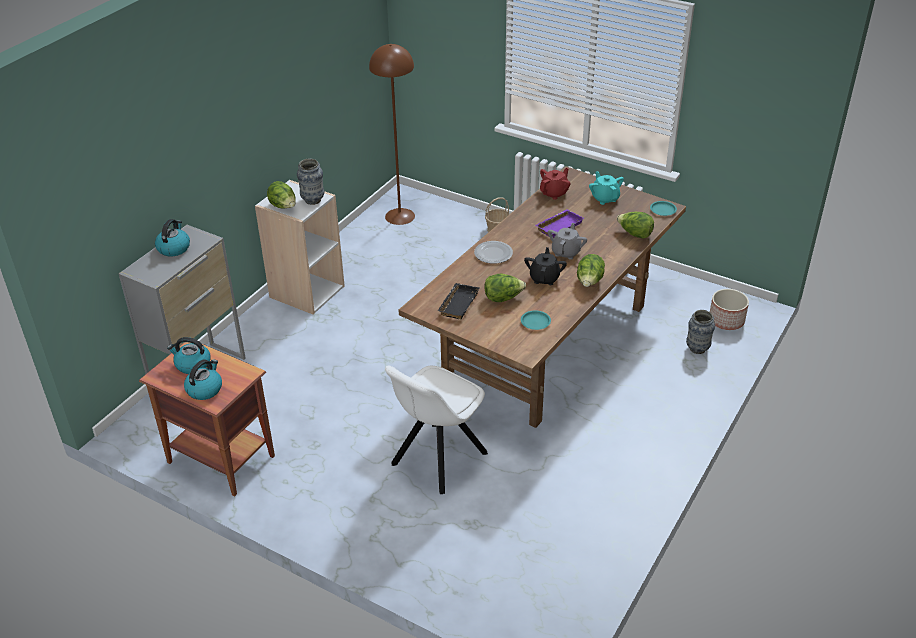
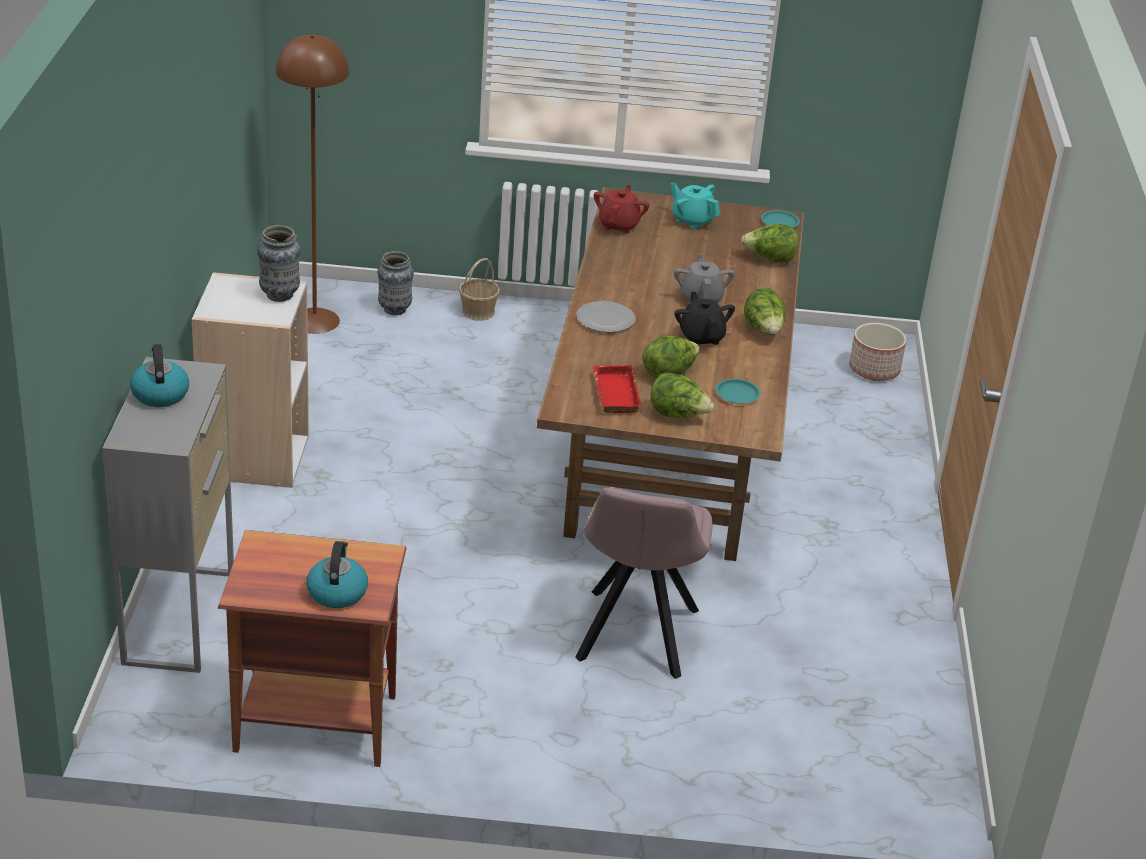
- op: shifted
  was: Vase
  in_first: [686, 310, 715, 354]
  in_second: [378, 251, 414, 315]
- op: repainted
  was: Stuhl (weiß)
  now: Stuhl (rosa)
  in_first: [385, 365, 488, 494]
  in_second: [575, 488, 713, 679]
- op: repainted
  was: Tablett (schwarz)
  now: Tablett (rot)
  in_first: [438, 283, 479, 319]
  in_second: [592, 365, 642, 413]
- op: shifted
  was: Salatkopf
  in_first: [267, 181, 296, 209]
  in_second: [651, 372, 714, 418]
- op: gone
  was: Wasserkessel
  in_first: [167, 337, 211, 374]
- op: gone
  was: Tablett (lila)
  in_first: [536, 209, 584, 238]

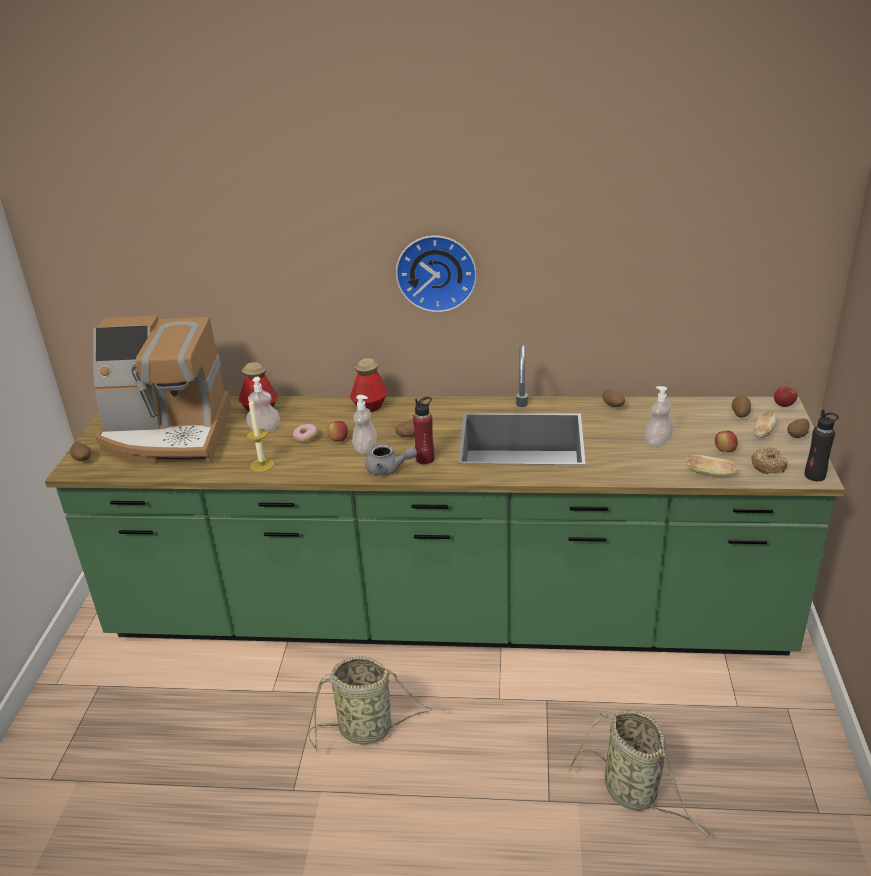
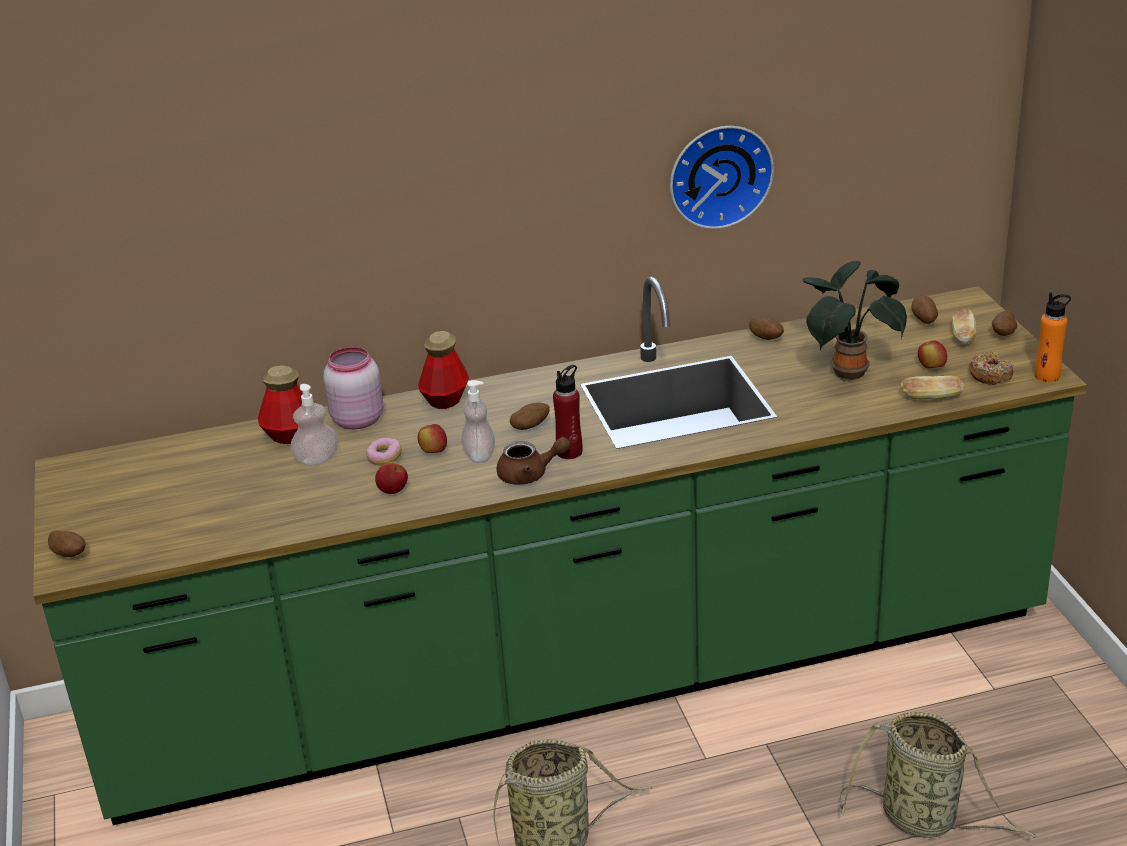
- op: new
  now: Vorratsglas (rosa)
  in_second: [323, 347, 383, 429]
- op: shifted
  was: Apfel
  in_first: [774, 386, 798, 407]
  in_second: [375, 462, 408, 494]
- op: repainted
  was: Teekanne (grau)
  now: Teekanne (braun)
  in_first: [365, 444, 417, 475]
  in_second: [496, 437, 571, 485]
- op: shifted
  was: Wanduhr
  in_first: [396, 236, 477, 312]
  in_second: [670, 126, 774, 229]
- op: swapped
  was: Seifenspender
  now: Topfpflanze
  in_first: [645, 386, 673, 446]
  in_second: [802, 261, 907, 382]
- op: repainted
  was: Flasche (schwarz)
  now: Flasche (orange)
  in_first: [804, 409, 839, 481]
  in_second: [1035, 292, 1071, 382]
- op: gone
  was: Kaffeemaschine
  in_first: [93, 316, 232, 464]
- op: gone
  was: Kerze
  in_first: [246, 398, 274, 472]

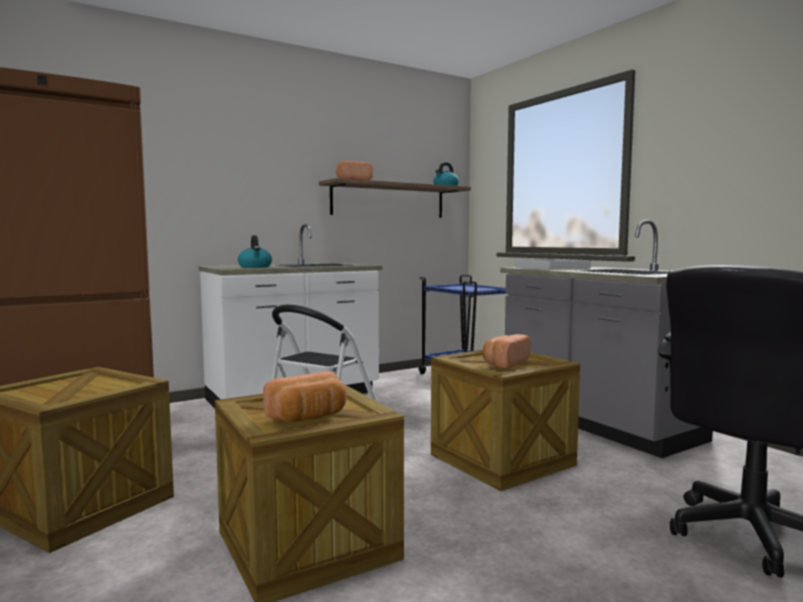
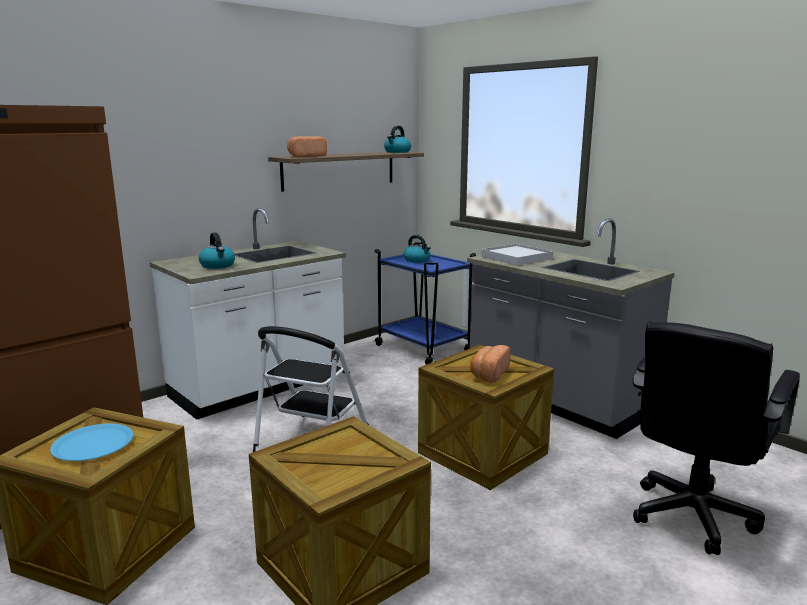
- op: new
  now: Teller (blau)
  in_second: [50, 423, 133, 461]
- op: new
  now: Wasserkessel
  in_second: [403, 235, 431, 263]
- op: gone
  was: Brot
  in_first: [263, 371, 347, 422]

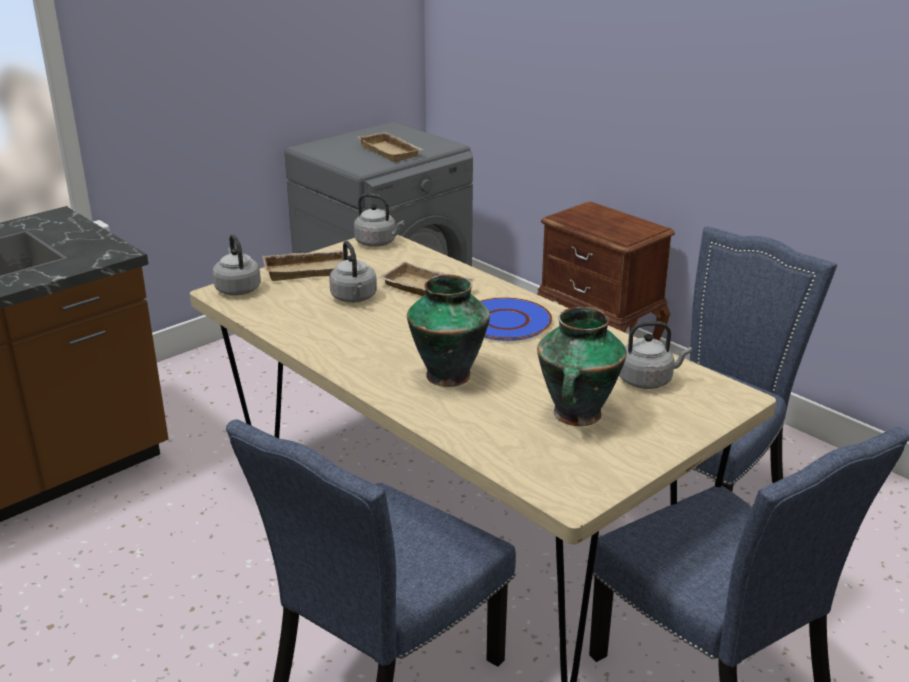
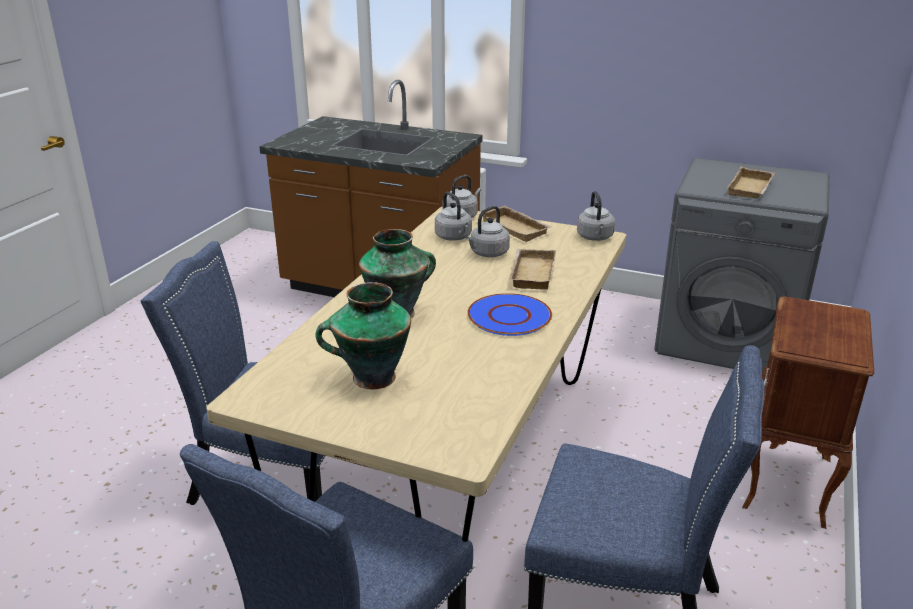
- op: shifted
  was: Wasserkessel (grau)
  in_first: [619, 321, 692, 389]
  in_second: [435, 192, 472, 241]

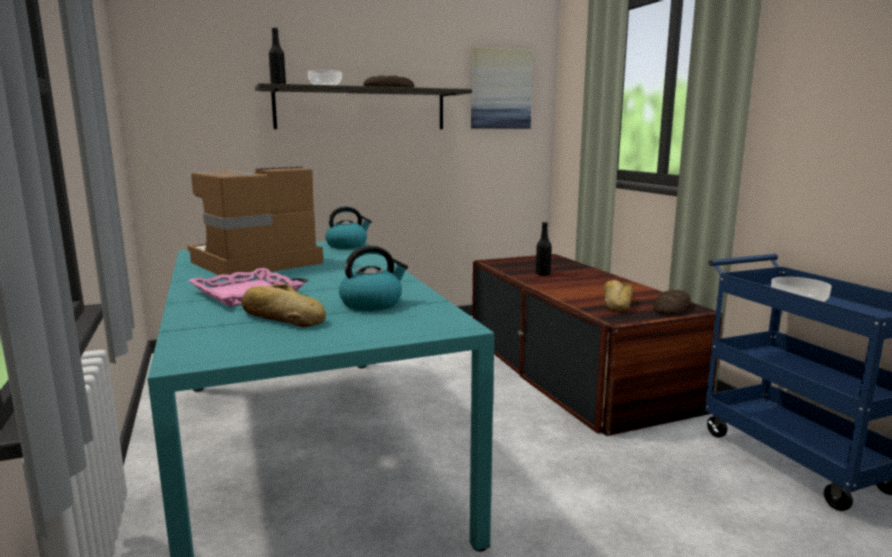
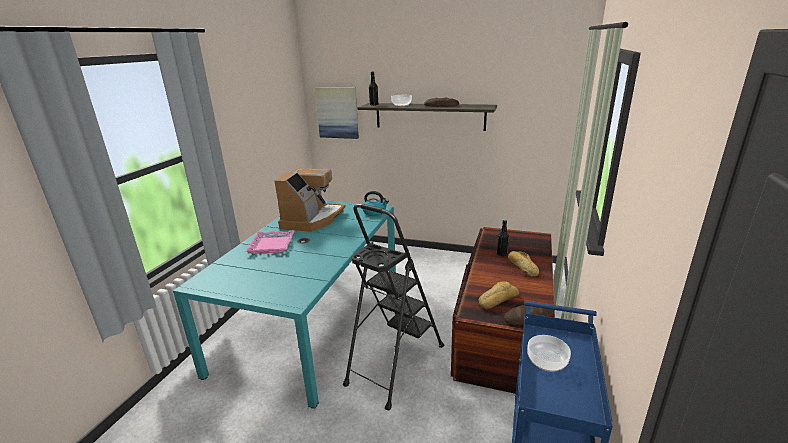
- op: rotated
  was: Kaffeemaschine
  in_first: [188, 167, 323, 275]
  in_second: [274, 168, 346, 232]
  clockwise: 105
- op: shifted
  was: Bild
  in_first: [471, 47, 533, 129]
  in_second: [315, 87, 359, 139]
- op: new
  now: Trittleiter
  in_second: [343, 204, 445, 410]
- op: shifted
  was: Brot
  in_first: [242, 284, 326, 327]
  in_second: [508, 251, 539, 277]
- op: gone
  was: Wasserkessel
  in_first: [339, 245, 408, 311]

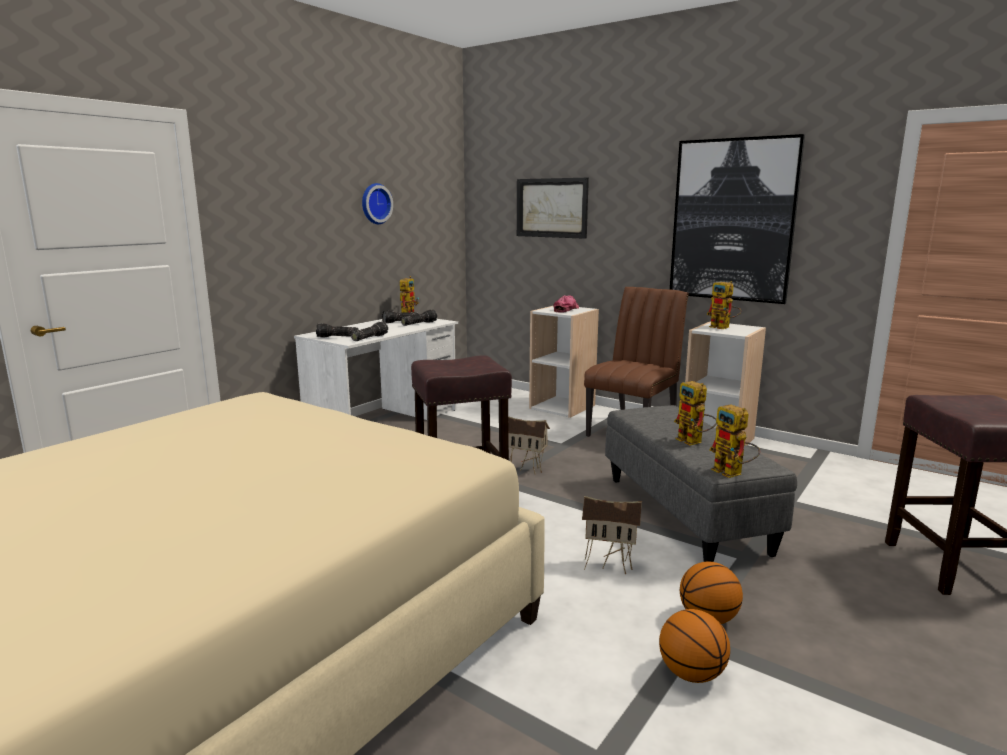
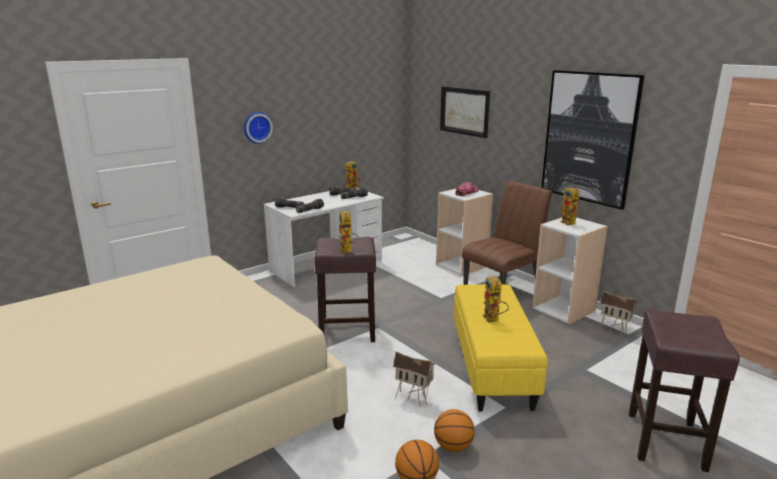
- op: shifted
  was: Wanduhr
  in_first: [362, 183, 393, 224]
  in_second: [244, 112, 273, 144]
- op: shifted
  was: Spielzeugroboter
  in_first: [709, 404, 760, 478]
  in_second: [338, 211, 359, 253]
- op: repainted
  was: Polsterhocker (grau)
  now: Polsterhocker (gelb)
  in_first: [605, 405, 797, 562]
  in_second: [454, 284, 548, 411]
- op: shifted
  was: Spielzeughaus
  in_first: [508, 416, 550, 475]
  in_second: [598, 291, 637, 337]

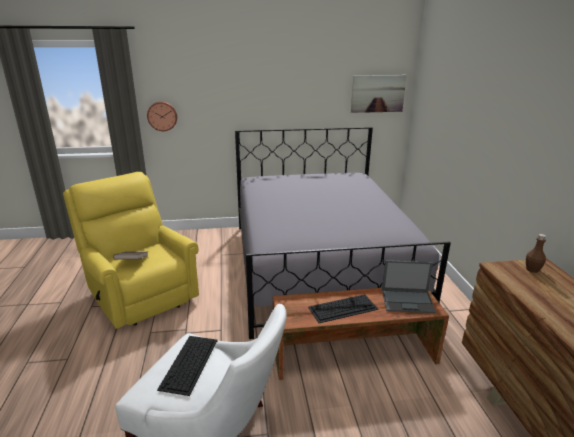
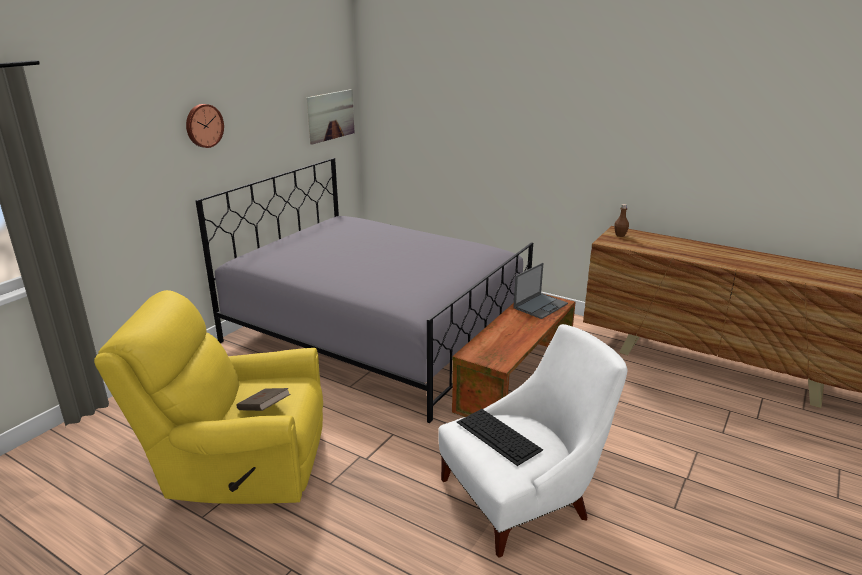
- op: shifted
  was: Wanduhr
  in_first: [147, 102, 177, 131]
  in_second: [186, 104, 224, 148]
- op: gone
  was: Tastatur
  in_first: [308, 294, 378, 323]

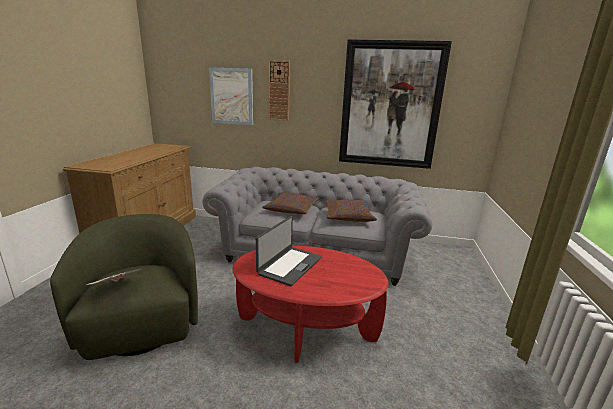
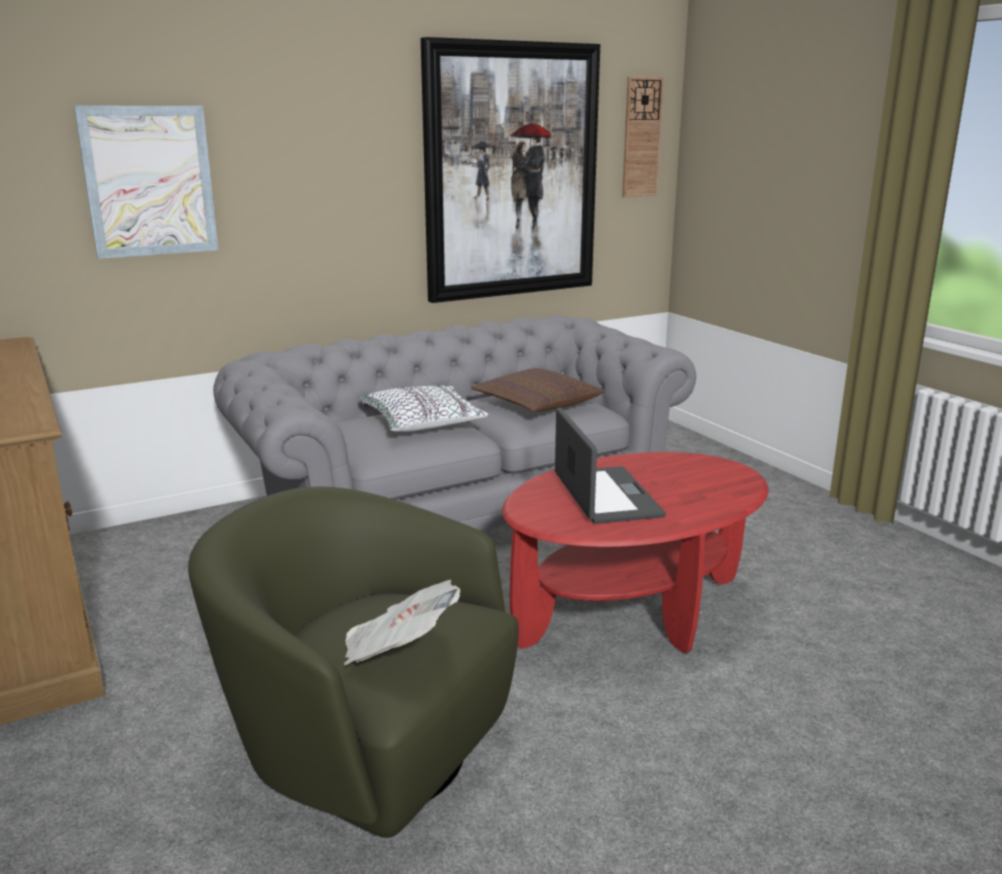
- op: repainted
  was: Kissen (braun)
  now: Kissen (weiß)
  in_first: [262, 192, 319, 214]
  in_second: [360, 386, 488, 432]
- op: shifted
  was: Wanduhr
  in_first: [268, 60, 290, 121]
  in_second: [622, 77, 664, 197]

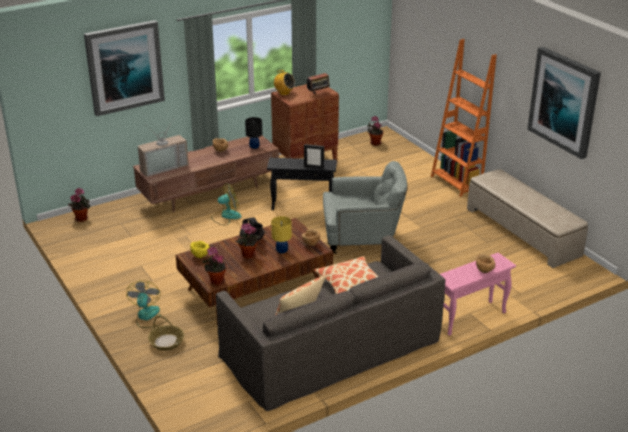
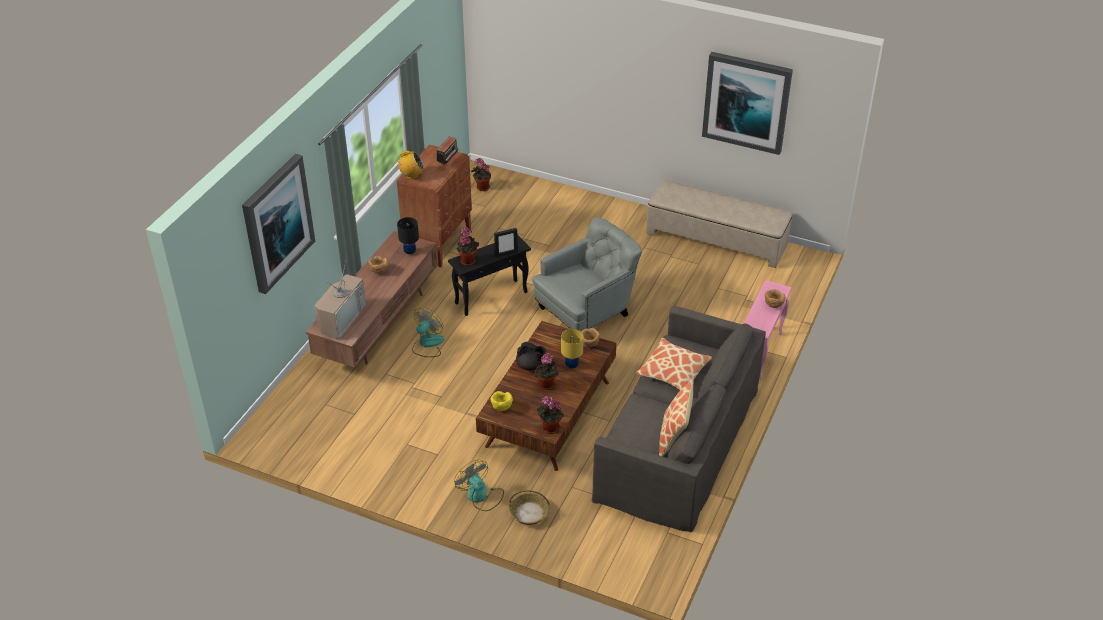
- op: shifted
  was: Topfpflanze
  in_first: [68, 188, 90, 222]
  in_second: [457, 227, 479, 266]
- op: gone
  was: Bücherregal (orange)
  in_first: [431, 39, 497, 197]

